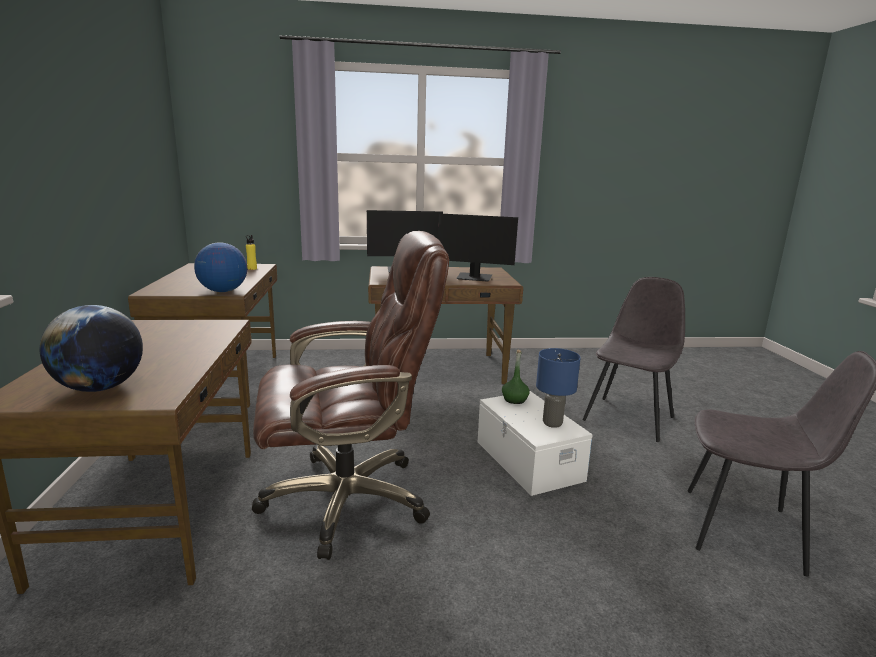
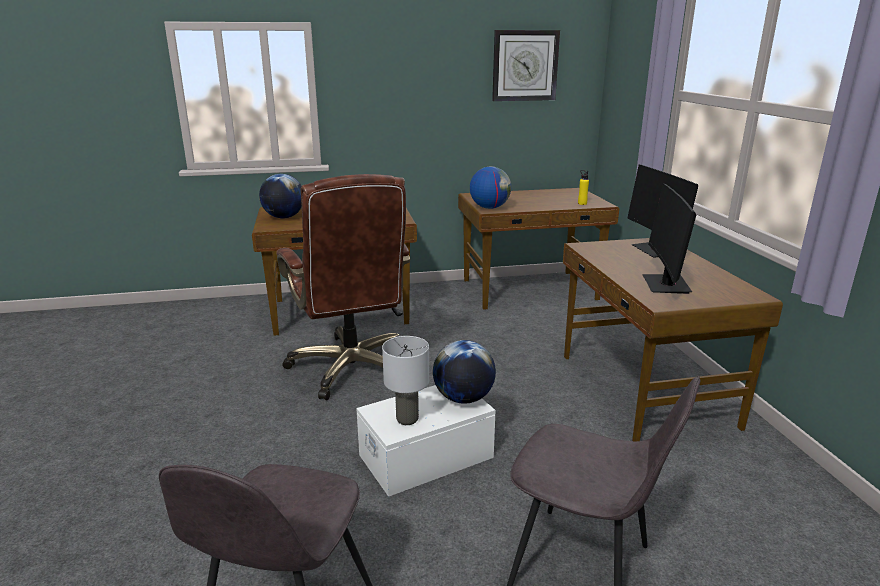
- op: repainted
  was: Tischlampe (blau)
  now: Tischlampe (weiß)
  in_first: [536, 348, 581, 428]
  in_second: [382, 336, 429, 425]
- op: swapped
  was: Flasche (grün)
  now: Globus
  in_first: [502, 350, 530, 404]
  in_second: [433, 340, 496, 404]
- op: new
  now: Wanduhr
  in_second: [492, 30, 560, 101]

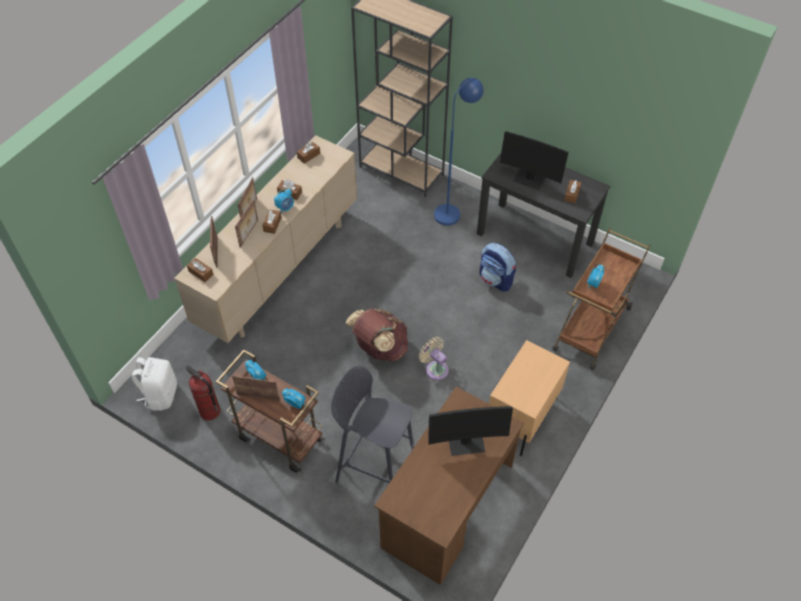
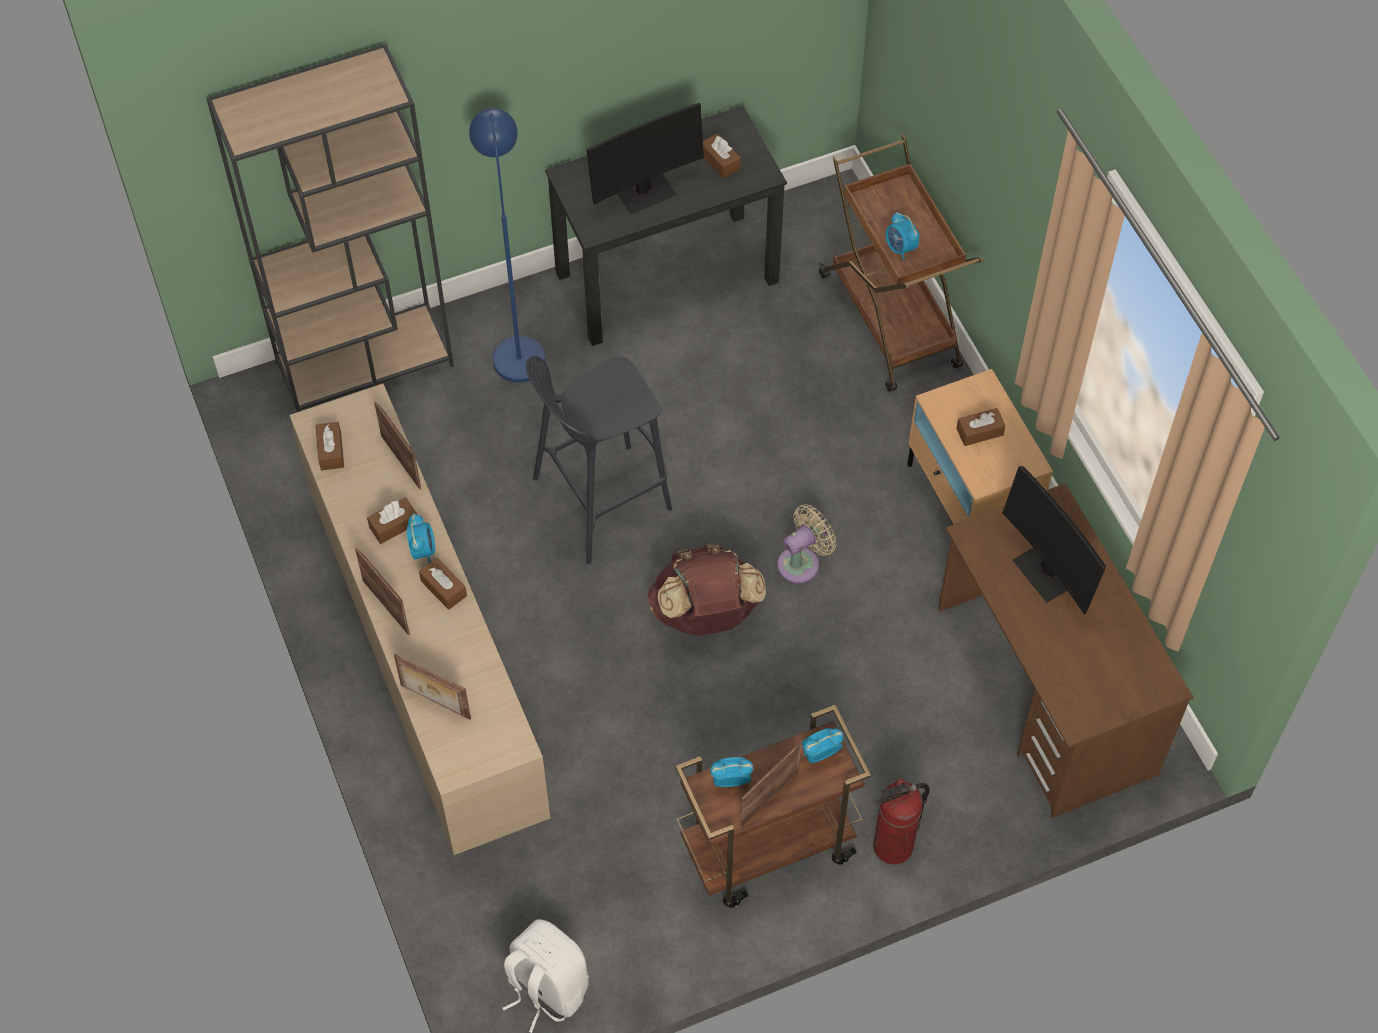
- op: shifted
  was: Bilderrahmen
  in_first: [235, 199, 258, 248]
  in_second: [374, 401, 421, 489]
- op: shifted
  was: Hocker (grau)
  in_first: [331, 366, 414, 483]
  in_second: [526, 356, 672, 564]
- op: rotated
  was: Ventilator (beige)
  in_first: [419, 337, 449, 380]
  in_second: [777, 504, 836, 583]
  clockwise: 150
- op: shifted
  was: Feuerlöscher
  in_first: [185, 365, 220, 420]
  in_second: [873, 779, 930, 864]
- op: shifted
  was: Taschentuchbox (braun)
  in_first: [187, 258, 214, 282]
  in_second: [956, 408, 1006, 446]
- op: rotated
  was: Monitor
  in_first: [428, 406, 513, 456]
  in_second: [1002, 466, 1106, 614]
  clockwise: 120
- op: gone
  was: Rucksack
  in_first: [479, 243, 516, 292]

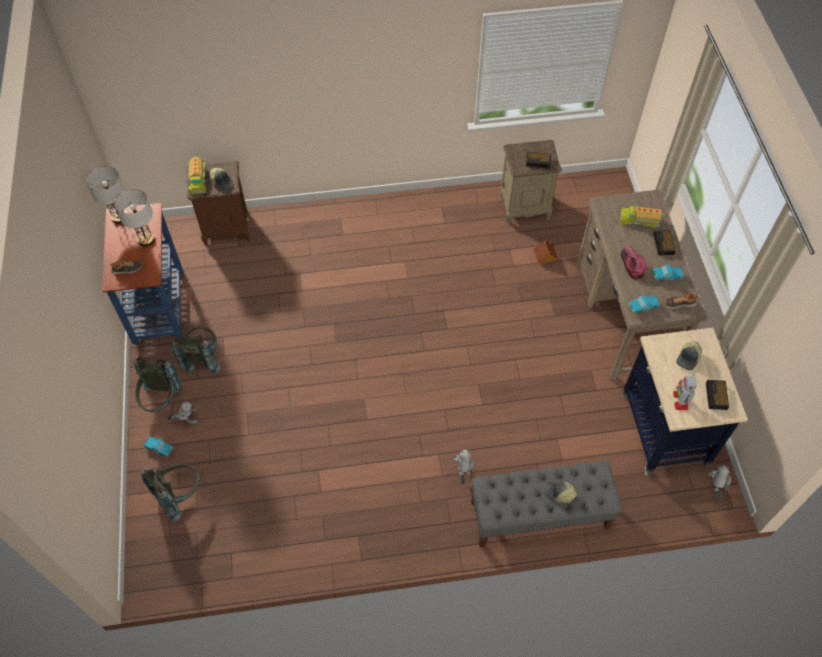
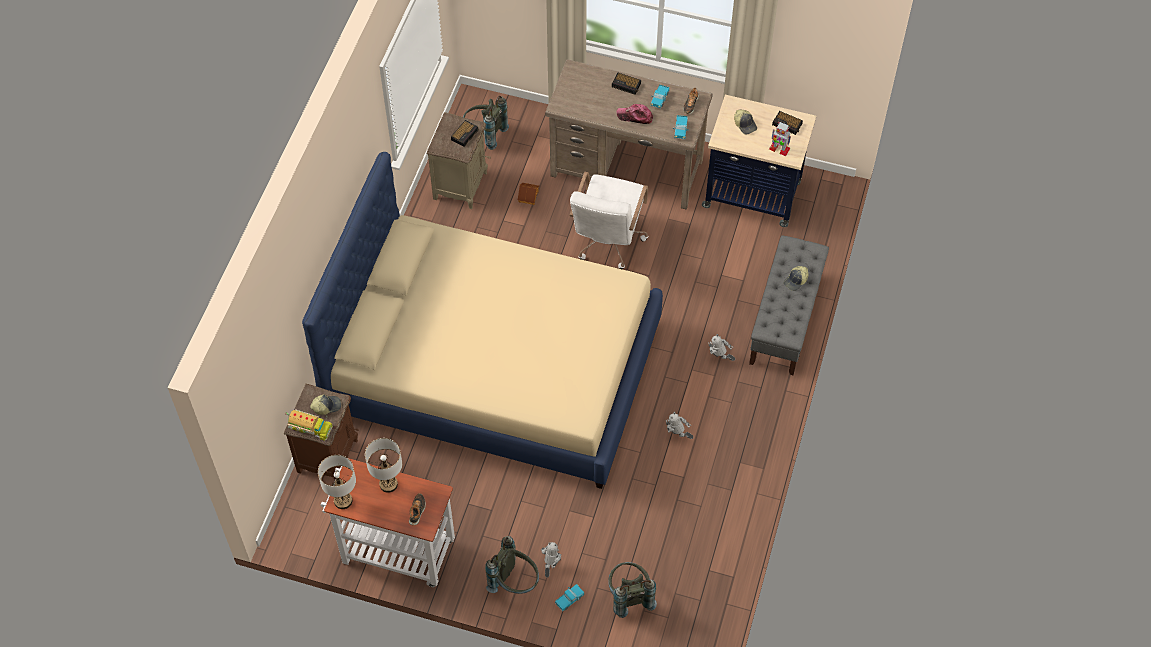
- op: new
  now: Bett (beige)
  in_second: [302, 152, 663, 489]
- op: repainted
  was: Rollwagen (blau)
  now: Rollwagen (weiß)
  in_first: [102, 203, 184, 345]
  in_second: [321, 458, 455, 587]
- op: shifted
  was: Rucksack (grau)
  in_first: [171, 327, 220, 374]
  in_second: [463, 96, 509, 150]
- op: new
  now: Bürostuhl (weiß)
  in_second: [570, 172, 649, 269]
- op: shifted
  was: Spielzeugroboter
  in_first: [709, 465, 731, 500]
  in_second: [666, 412, 693, 439]
- op: gone
  was: Spielzeuglaster
  in_first: [620, 206, 666, 227]

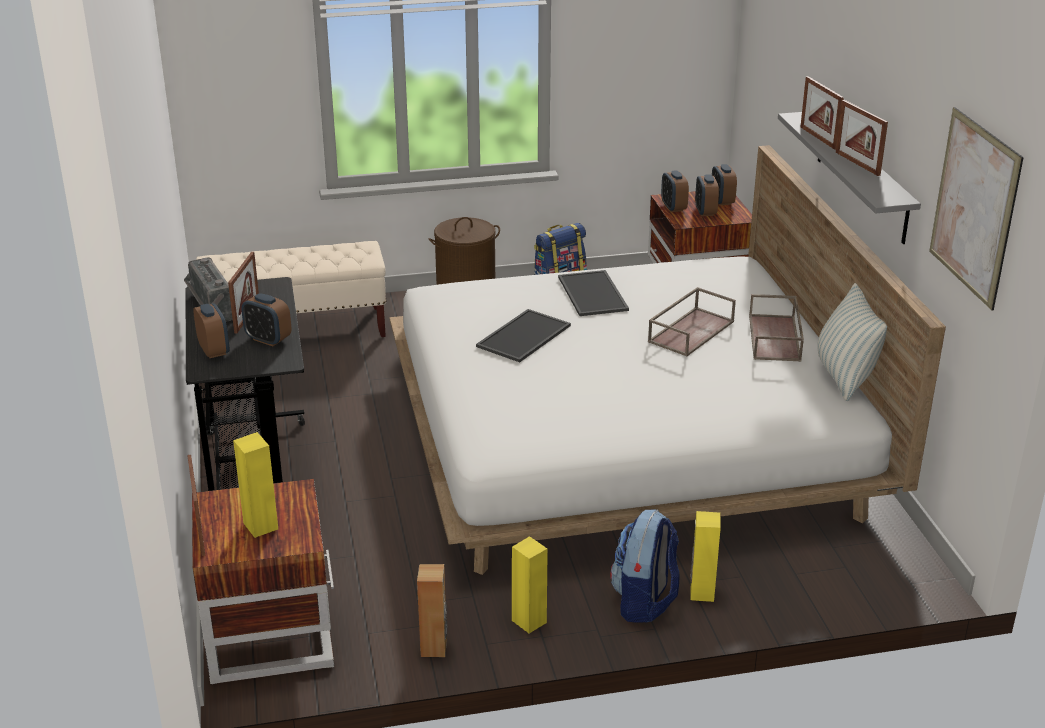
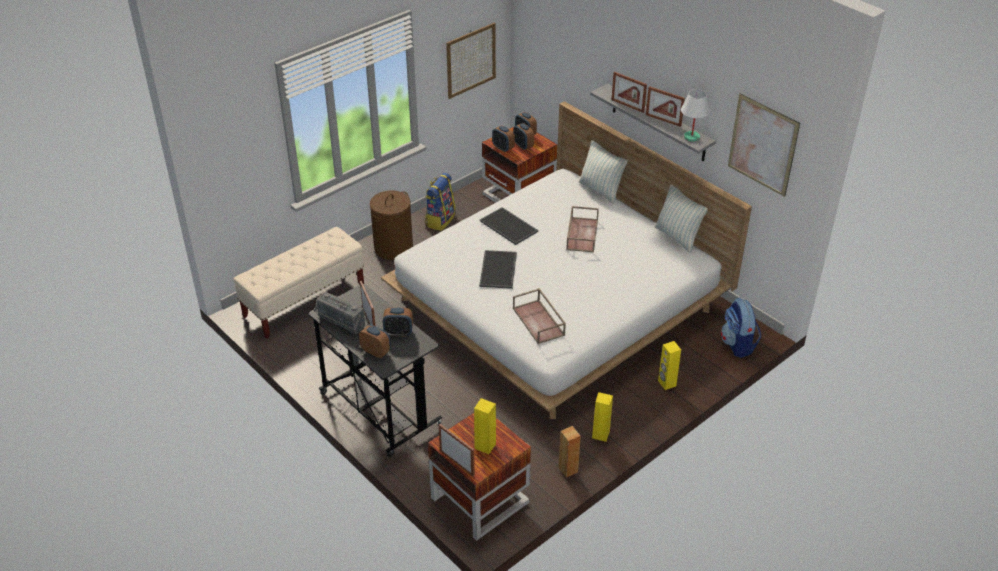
- op: new
  now: Bild
  in_second: [446, 23, 496, 99]
- op: shifted
  was: Tablett (braun)
  in_first: [749, 294, 804, 362]
  in_second: [513, 288, 566, 344]
- op: new
  now: Kissen
  in_second: [579, 140, 628, 204]
- op: new
  now: Tischlampe (weiß)
  in_second: [681, 89, 710, 142]
- op: shifted
  was: Rucksack
  in_first: [610, 510, 679, 623]
  in_second: [721, 298, 761, 358]

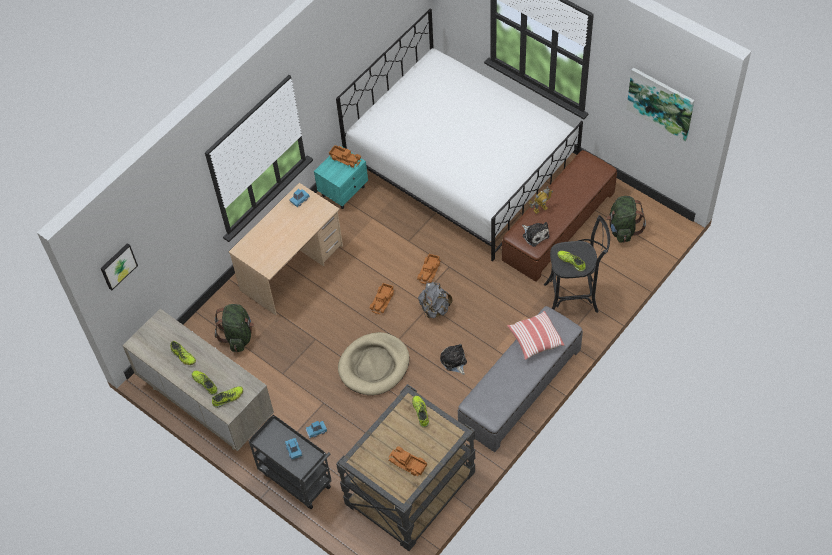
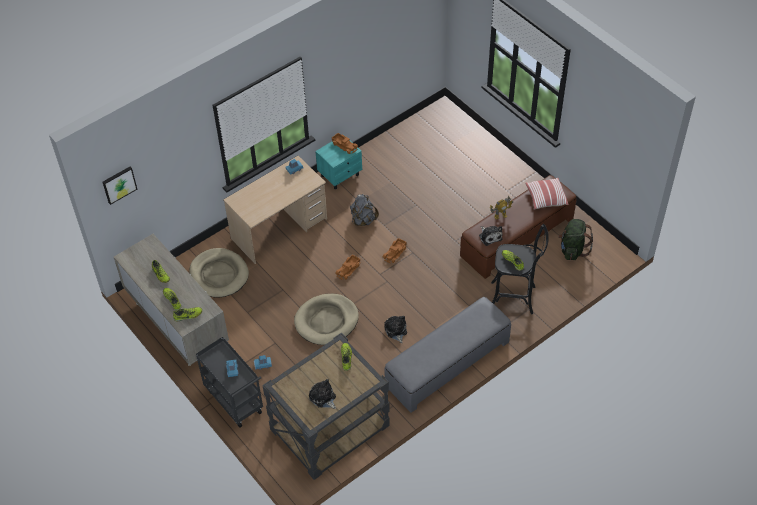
- op: swapped
  was: Rucksack (grün)
  now: Hundebett (beige)
  in_first: [215, 304, 254, 352]
  in_second: [189, 248, 249, 298]
- op: swapped
  was: Spielzeuglaster
  now: Plüschtier
  in_first: [388, 446, 427, 476]
  in_second: [309, 379, 336, 409]
- op: shifted
  was: Rucksack (grau)
  in_first: [418, 282, 452, 318]
  in_second: [350, 194, 379, 226]
- op: shifted
  was: Kissen
  in_first: [507, 311, 564, 360]
  in_second: [525, 178, 569, 210]
- op: gone
  was: Bett (weiß)
  in_first: [336, 8, 583, 261]
- op: gone
  was: Bild
  in_first: [626, 67, 695, 141]

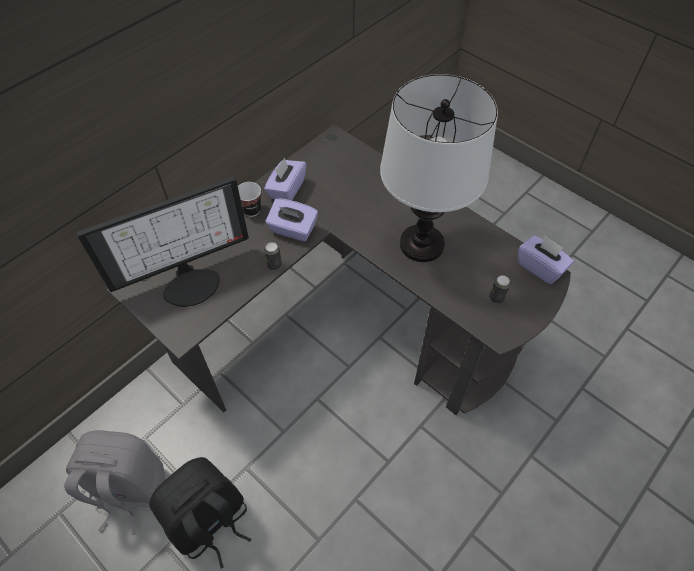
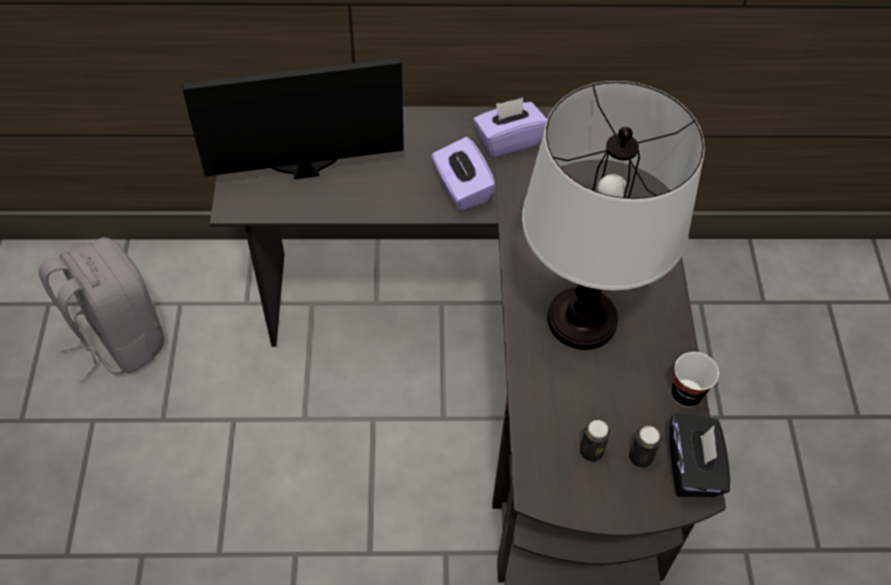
- op: rotated
  was: Monitor
  in_first: [76, 176, 249, 307]
  in_second: [182, 58, 404, 179]
  clockwise: 150
- op: shifted
  was: Dose
  in_first: [264, 242, 282, 270]
  in_second: [629, 425, 662, 468]
- op: repainted
  was: Taschentuchbox (lila)
  now: Taschentuchbox (schwarz)
  in_first: [518, 235, 574, 284]
  in_second: [669, 413, 730, 497]
- op: shifted
  was: Tasse
  in_first: [238, 182, 261, 217]
  in_second: [672, 352, 719, 407]
- op: gone
  was: Rucksack (schwarz)
  in_first: [149, 457, 252, 569]

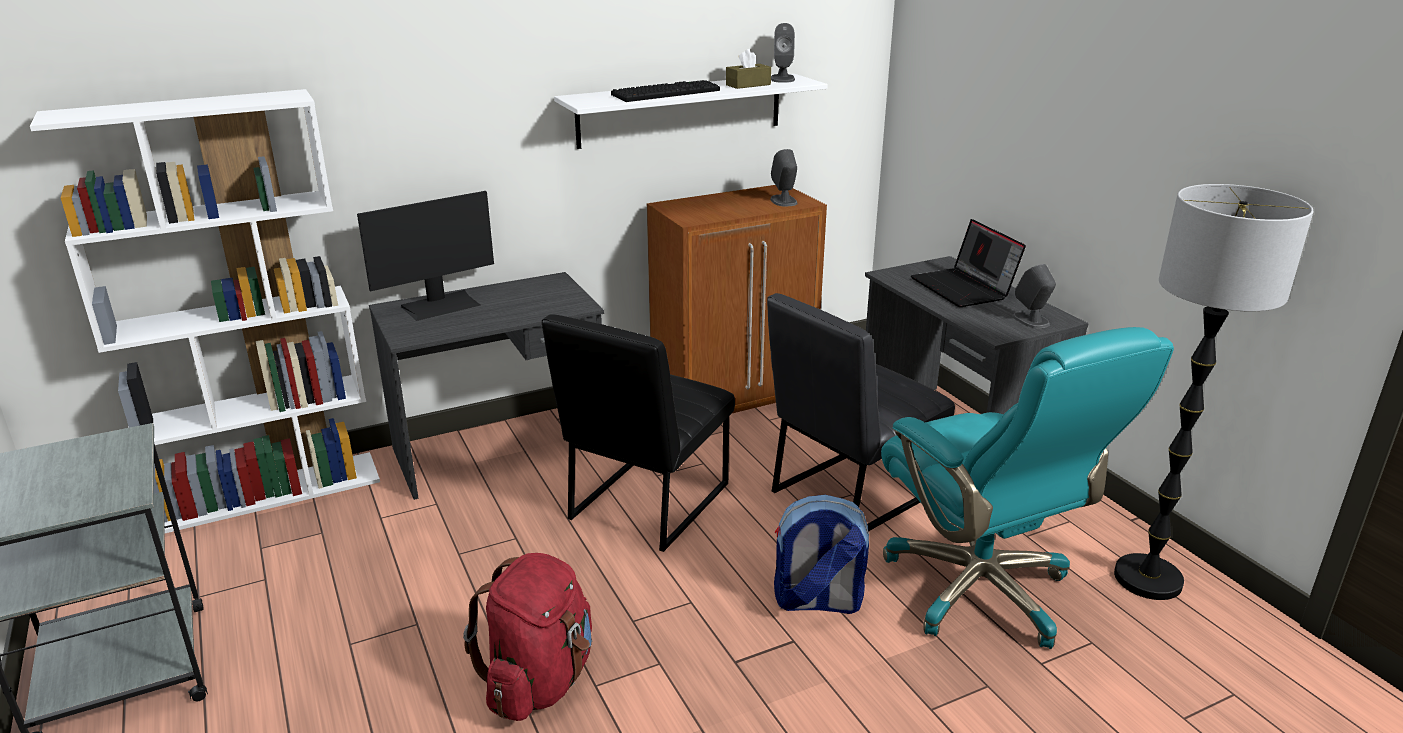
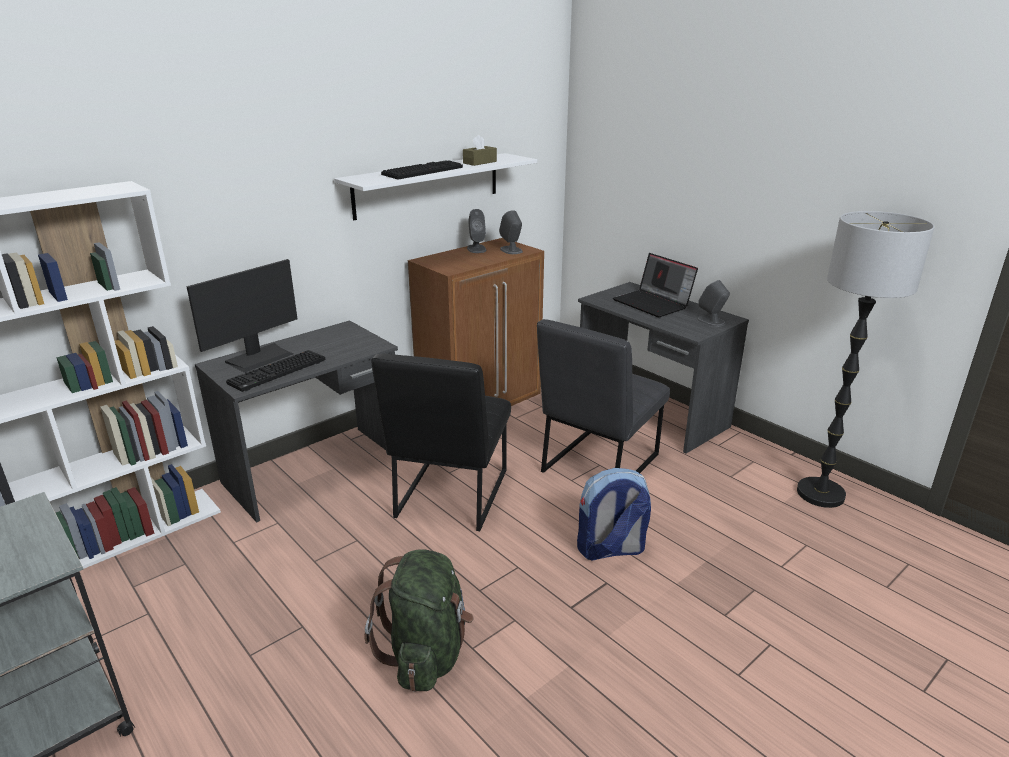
- op: new
  now: Tastatur
  in_second: [226, 350, 326, 392]
- op: repainted
  was: Rucksack (rot)
  now: Rucksack (grün)
  in_first: [463, 553, 592, 721]
  in_second: [364, 549, 474, 691]
- op: shifted
  was: Lautsprecher (grau)
  in_first: [771, 23, 795, 83]
  in_second: [467, 209, 486, 253]
- op: gone
  was: Bürostuhl (türkis)
  in_first: [881, 327, 1174, 649]

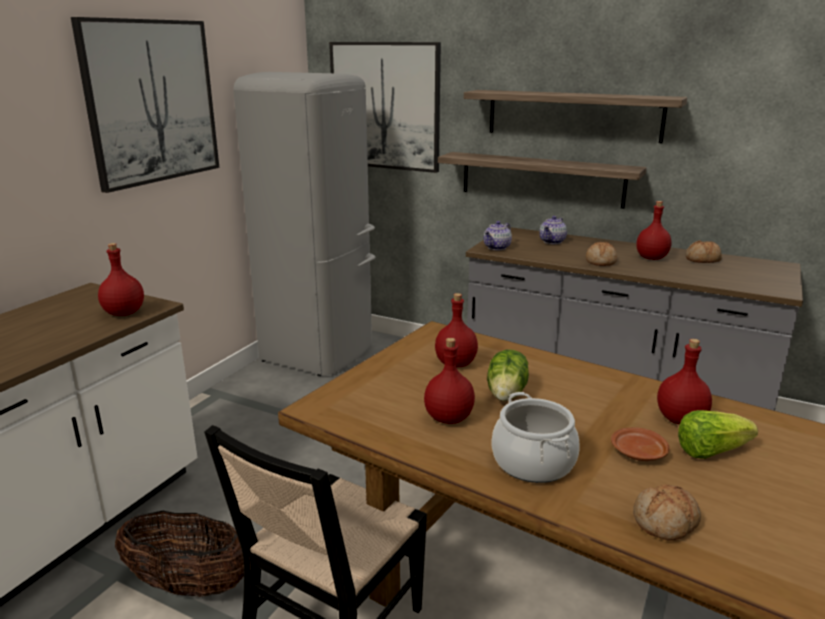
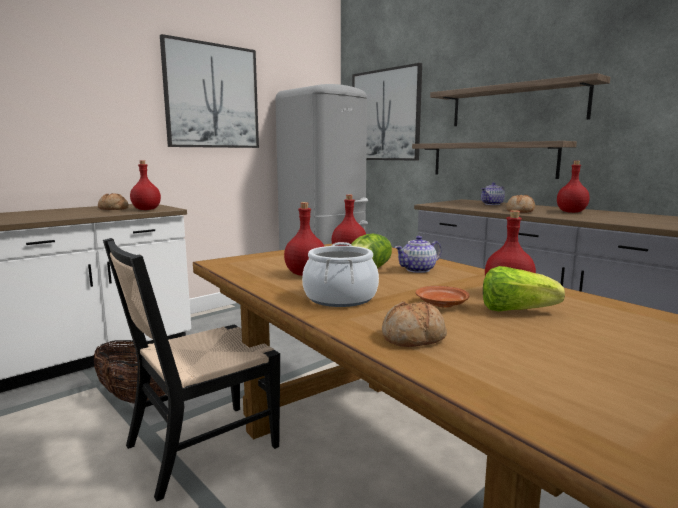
- op: shifted
  was: Brot
  in_first: [686, 240, 722, 263]
  in_second: [98, 193, 129, 210]
- op: shifted
  was: Teekanne
  in_first: [483, 221, 512, 250]
  in_second: [395, 236, 441, 273]

